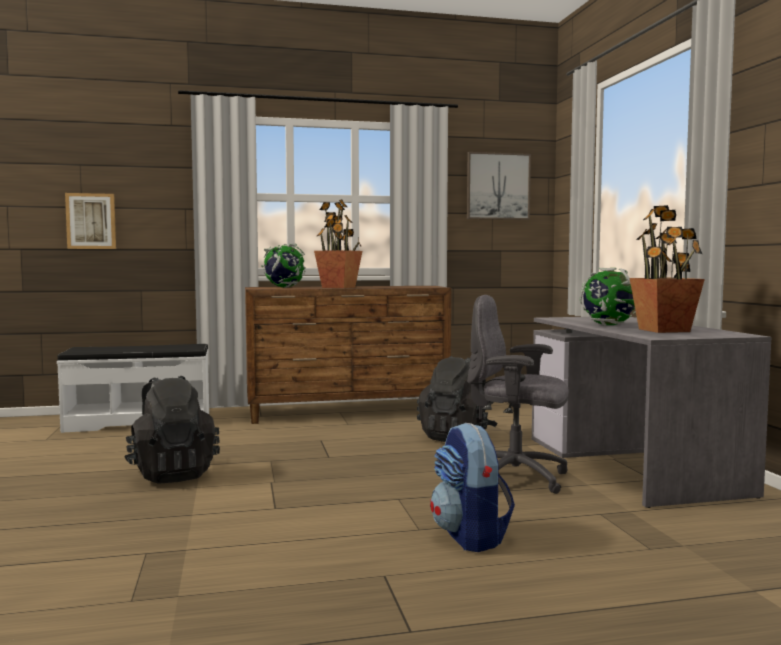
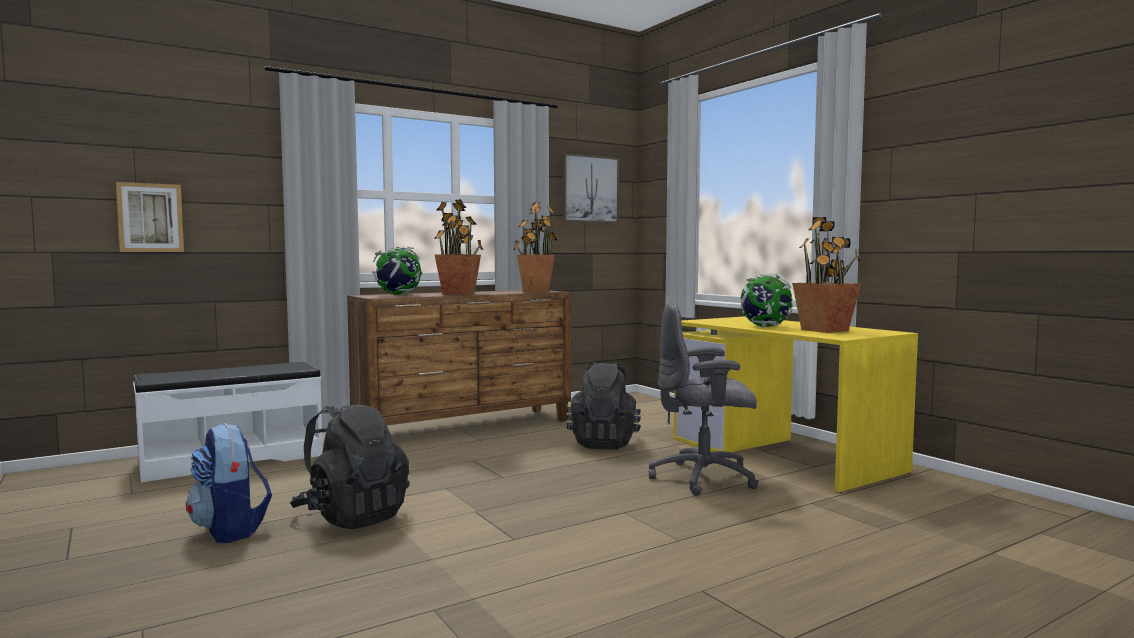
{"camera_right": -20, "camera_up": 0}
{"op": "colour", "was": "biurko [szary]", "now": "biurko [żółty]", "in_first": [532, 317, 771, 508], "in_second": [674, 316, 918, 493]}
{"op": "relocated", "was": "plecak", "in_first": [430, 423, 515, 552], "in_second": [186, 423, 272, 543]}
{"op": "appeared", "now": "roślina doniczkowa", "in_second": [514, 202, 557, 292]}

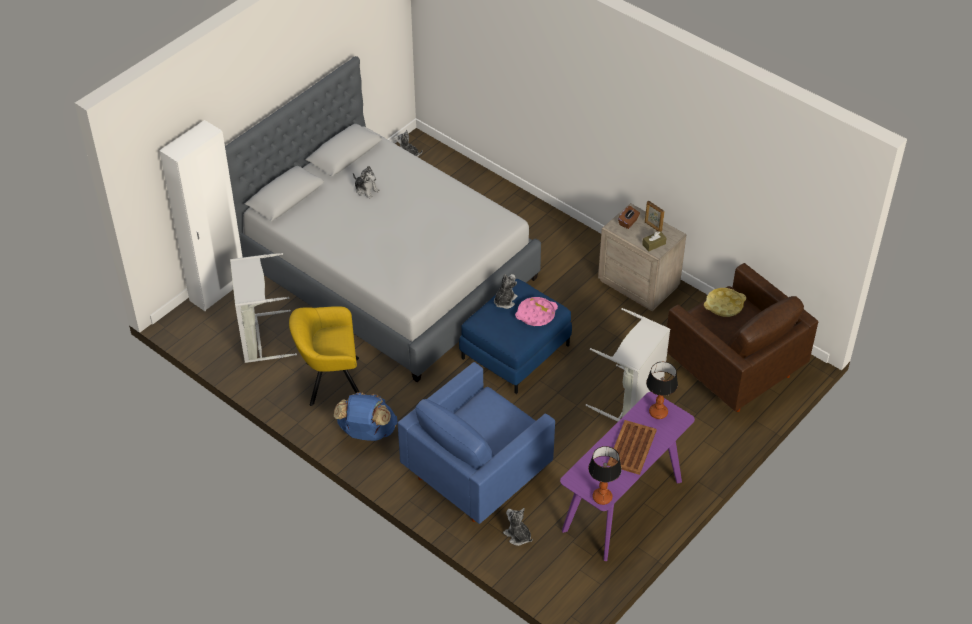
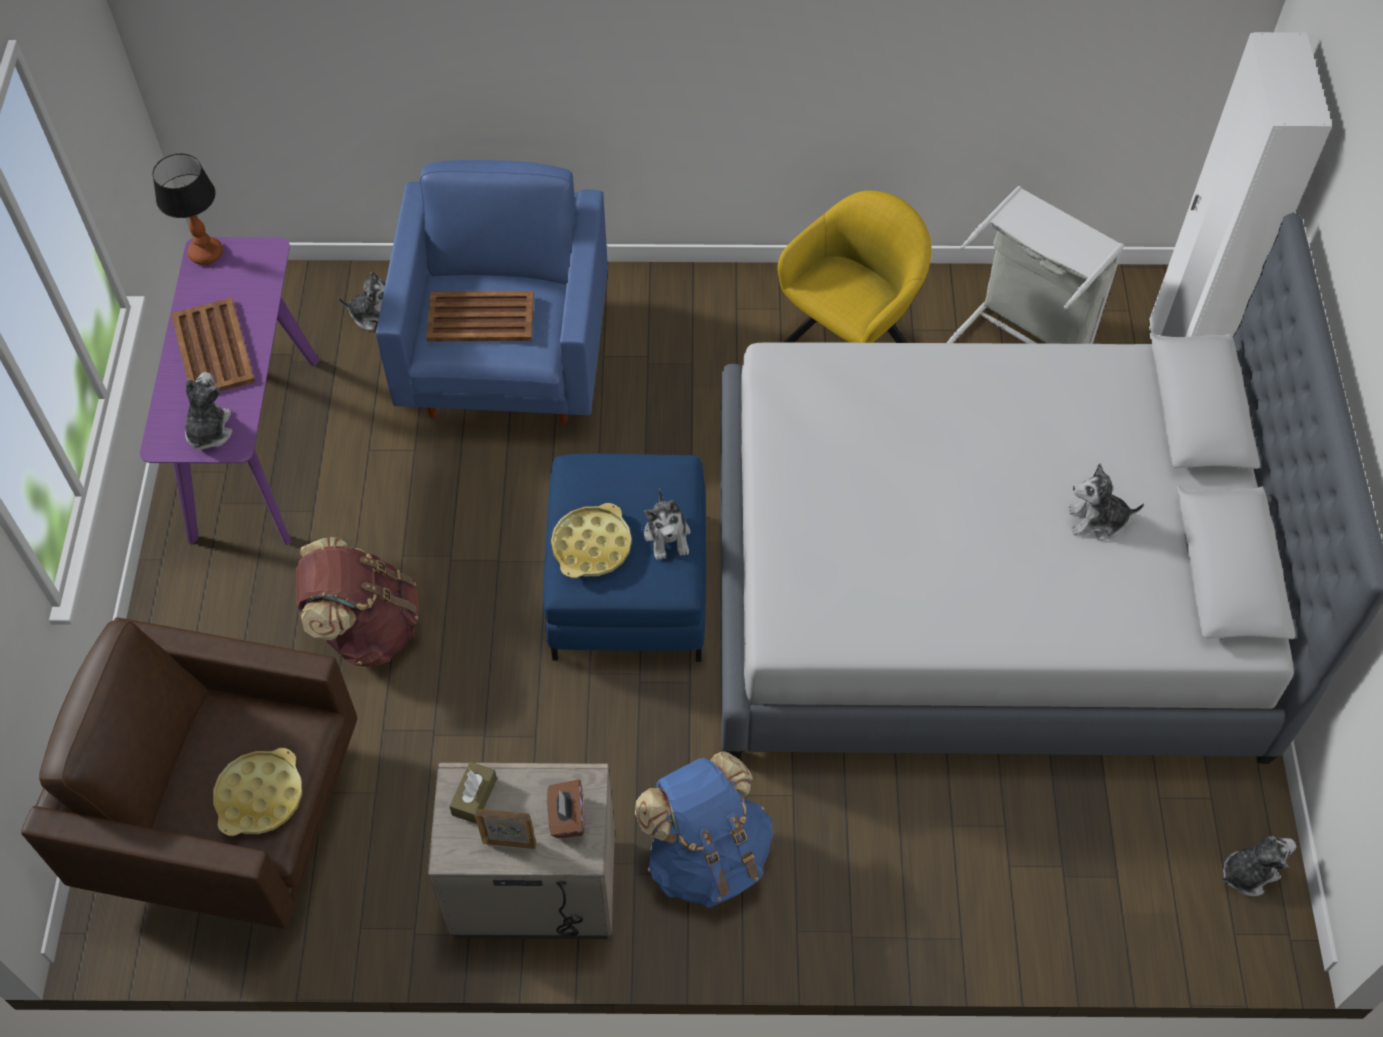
{"camera_right": 140, "camera_up": 10}
{"op": "colour", "was": "taca [różowy]", "now": "taca [żółty]", "in_first": [515, 297, 558, 326], "in_second": [551, 503, 632, 578]}
{"op": "exchanged", "was": "kosz na pranie [szary]", "now": "plecak [brązowy]", "in_first": [586, 308, 670, 422], "in_second": [296, 537, 418, 667]}
{"op": "exchanged", "was": "lampa stołowa", "now": "pluszak", "in_first": [646, 361, 678, 419], "in_second": [185, 372, 233, 451]}
{"op": "relocated", "was": "plecak [niebieski]", "in_first": [334, 392, 398, 441], "in_second": [635, 751, 773, 908]}
{"op": "appeared", "now": "taca [brązowy]", "in_second": [426, 291, 534, 342]}

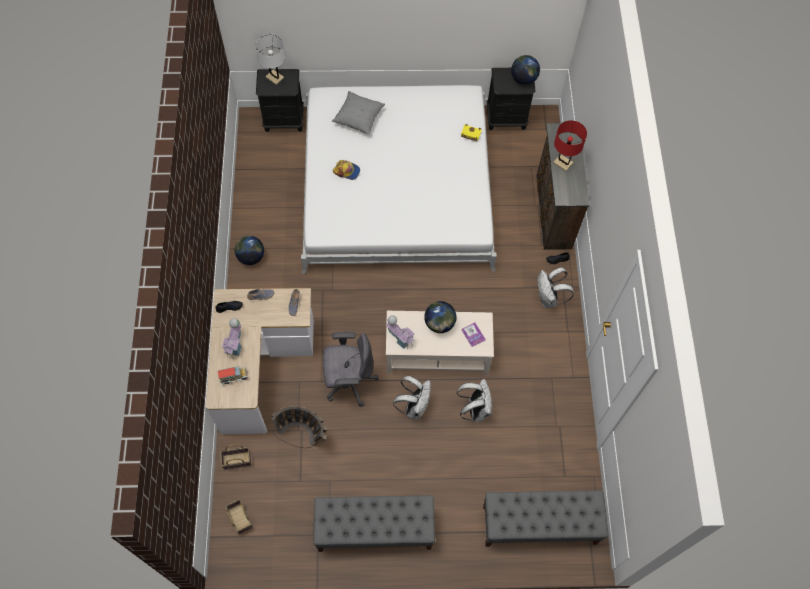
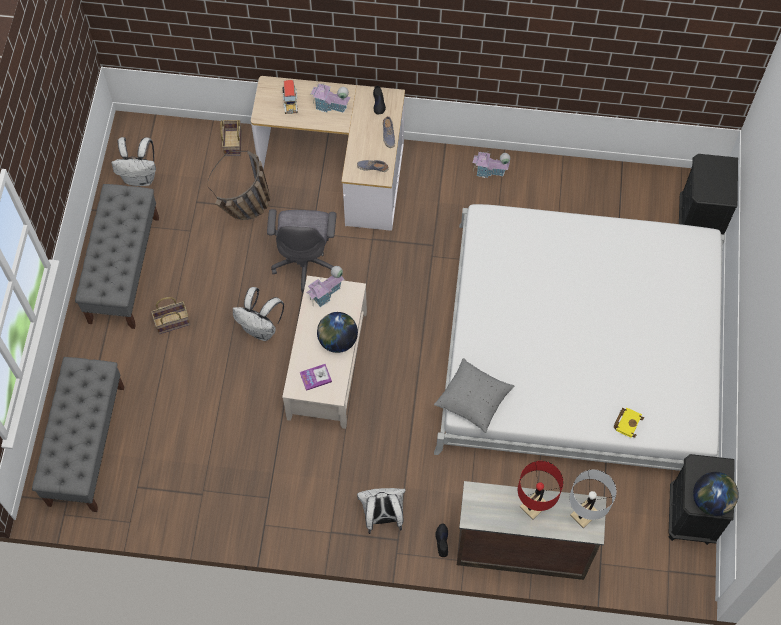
{"camera_right": 100, "camera_up": 0}
{"op": "relocated", "was": "lampa stołowa [biały]", "in_first": [256, 35, 285, 85], "in_second": [570, 469, 616, 528]}
{"op": "relocated", "was": "poduszka [szary]", "in_first": [332, 91, 385, 135], "in_second": [434, 358, 514, 433]}
{"op": "missing", "was": "czapka z daszkiem", "in_first": [333, 160, 360, 180]}
{"op": "exchanged", "was": "globus", "now": "domek", "in_first": [235, 236, 264, 265], "in_second": [472, 152, 510, 178]}
{"op": "relocated", "was": "plecak [biały]", "in_first": [457, 379, 492, 422], "in_second": [111, 137, 156, 186]}
{"op": "relocated", "was": "koszyk", "in_first": [225, 499, 253, 535], "in_second": [151, 297, 190, 334]}

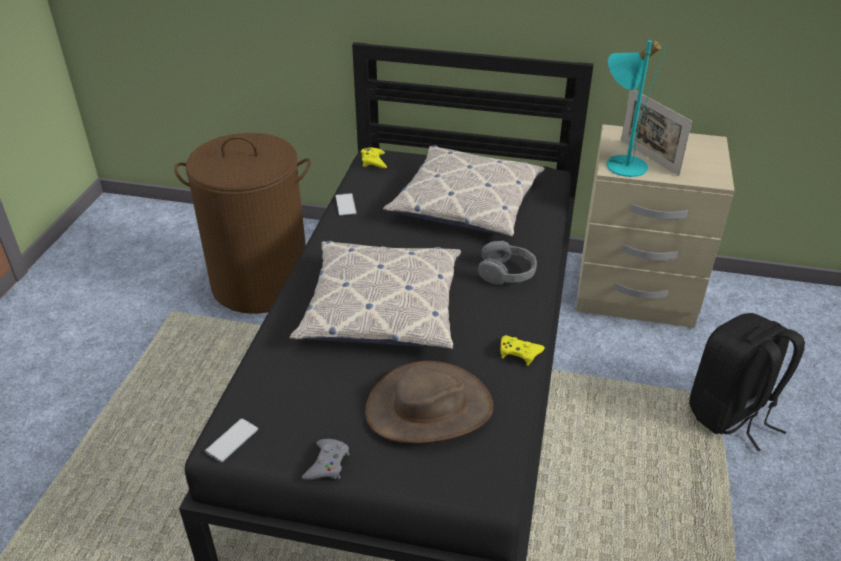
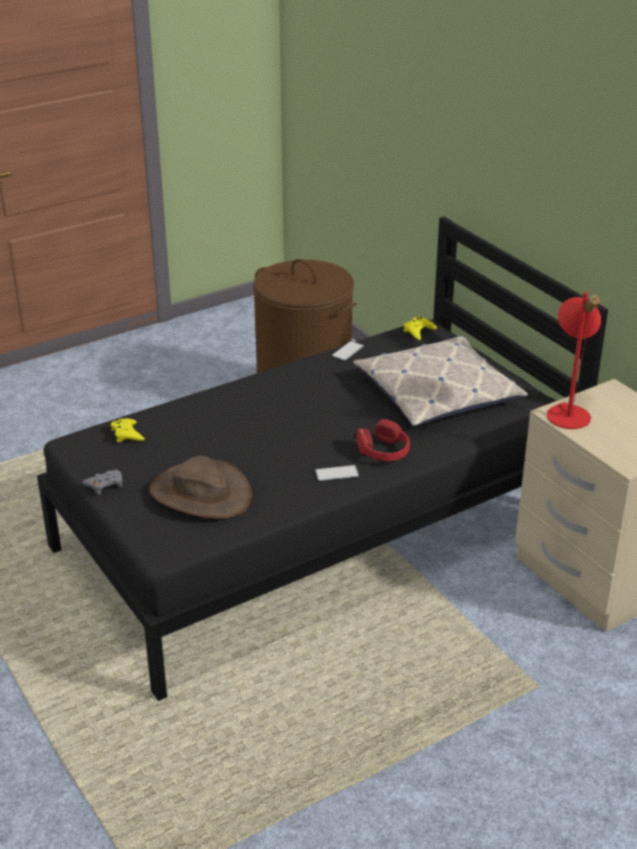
{"camera_right": 45, "camera_up": -5}
{"op": "colour", "was": "lampa stołowa [turkusowy]", "now": "lampa stołowa [czerwony]", "in_first": [607, 40, 665, 177], "in_second": [547, 292, 601, 429]}
{"op": "missing", "was": "ramka na zdjęcie", "in_first": [621, 90, 692, 176]}
{"op": "missing", "was": "poduszka", "in_first": [290, 241, 461, 350]}
{"op": "colour", "was": "słuchawki [szary]", "now": "słuchawki [czerwony]", "in_first": [478, 241, 537, 285], "in_second": [357, 419, 410, 461]}
{"op": "missing", "was": "plecak [czarny]", "in_first": [689, 313, 805, 451]}
{"op": "relocated", "was": "pad do gier [żółty]", "in_first": [500, 335, 545, 366], "in_second": [111, 419, 145, 442]}
{"op": "relocated", "was": "telefon", "in_first": [205, 418, 258, 462], "in_second": [315, 465, 359, 481]}

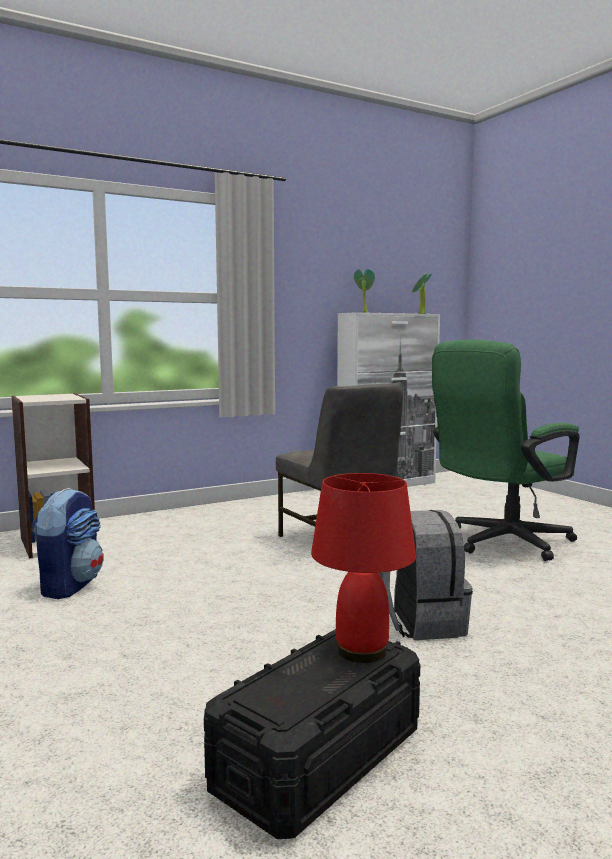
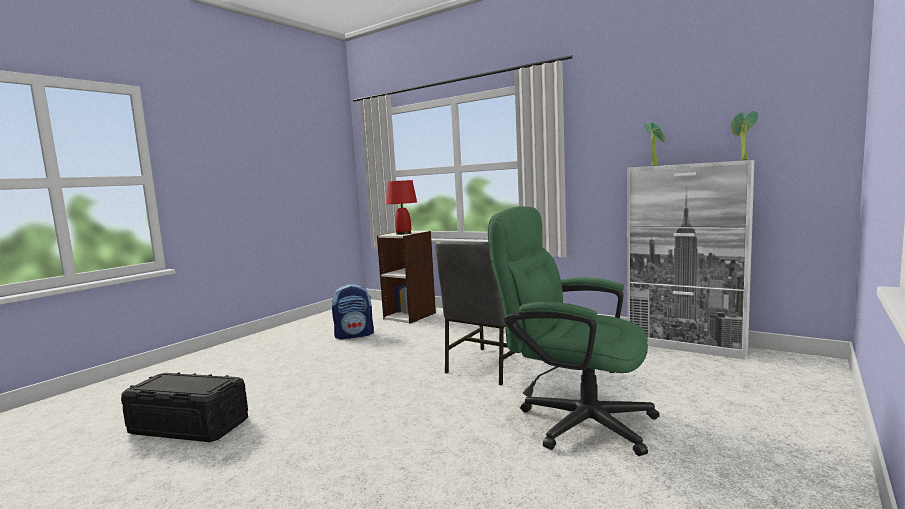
{"camera_right": 65, "camera_up": 0}
{"op": "relocated", "was": "lampa stołowa [czerwony]", "in_first": [311, 473, 416, 663], "in_second": [386, 180, 417, 235]}
{"op": "missing", "was": "plecak [szary]", "in_first": [378, 510, 473, 640]}

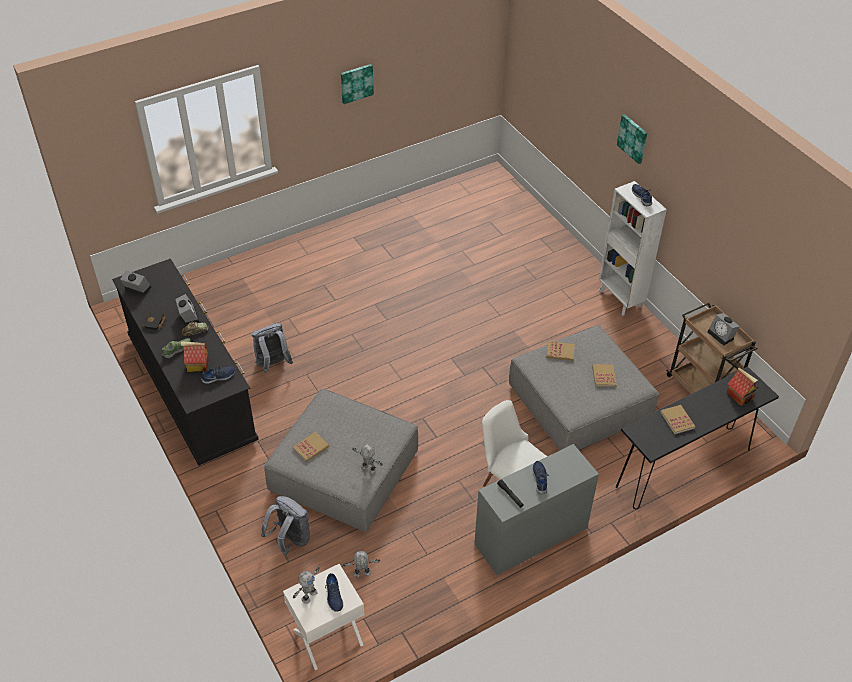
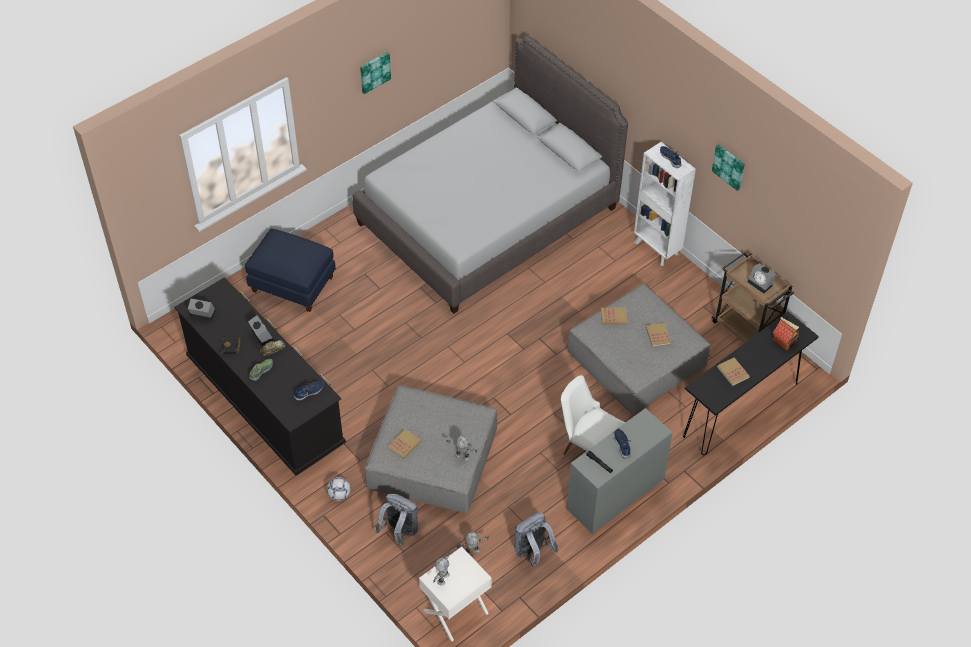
{"camera_right": -10, "camera_up": 5}
{"op": "relocated", "was": "obraz", "in_first": [617, 114, 647, 164], "in_second": [712, 144, 745, 191]}
{"op": "relocated", "was": "plecak [szary]", "in_first": [252, 323, 293, 373], "in_second": [514, 513, 558, 567]}
{"op": "missing", "was": "domek", "in_first": [181, 341, 209, 372]}
{"op": "missing", "was": "but [niebieski]", "in_first": [326, 573, 343, 612]}
{"op": "appeared", "now": "łóżko [szary]", "in_second": [352, 36, 628, 314]}
{"op": "appeared", "now": "pufa [niebieski]", "in_second": [245, 229, 336, 312]}
{"op": "appeared", "now": "piłka futbolowa", "in_second": [327, 477, 351, 501]}

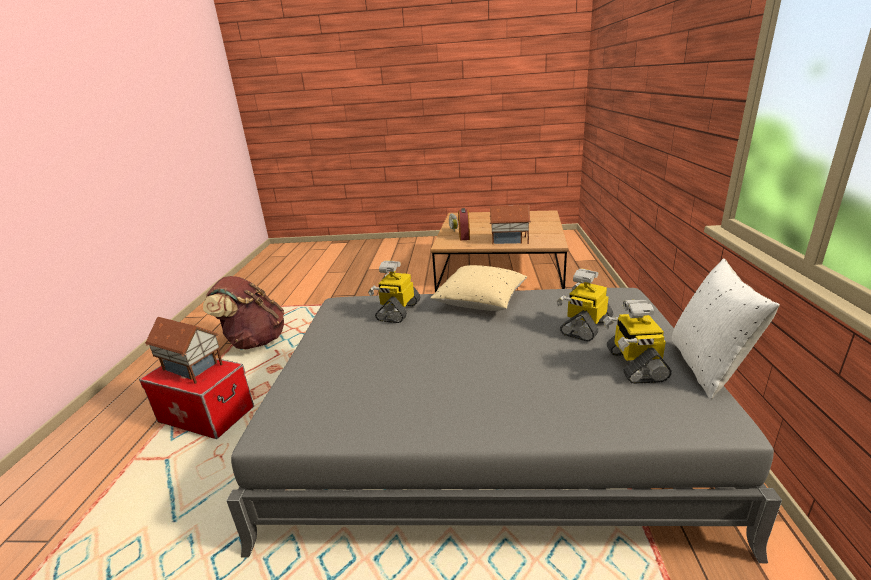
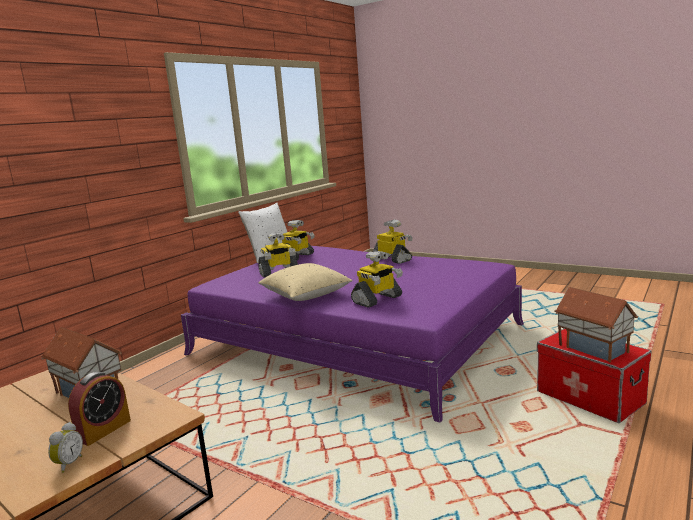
{"camera_right": -150, "camera_up": -10}
{"op": "missing", "was": "plecak [brązowy]", "in_first": [203, 276, 284, 349]}
{"op": "colour", "was": "łóżko [szary]", "now": "łóżko [fioletowy]", "in_first": [226, 288, 782, 563], "in_second": [181, 246, 524, 423]}
{"op": "appeared", "now": "robot zabawkowy", "in_second": [373, 219, 413, 264]}

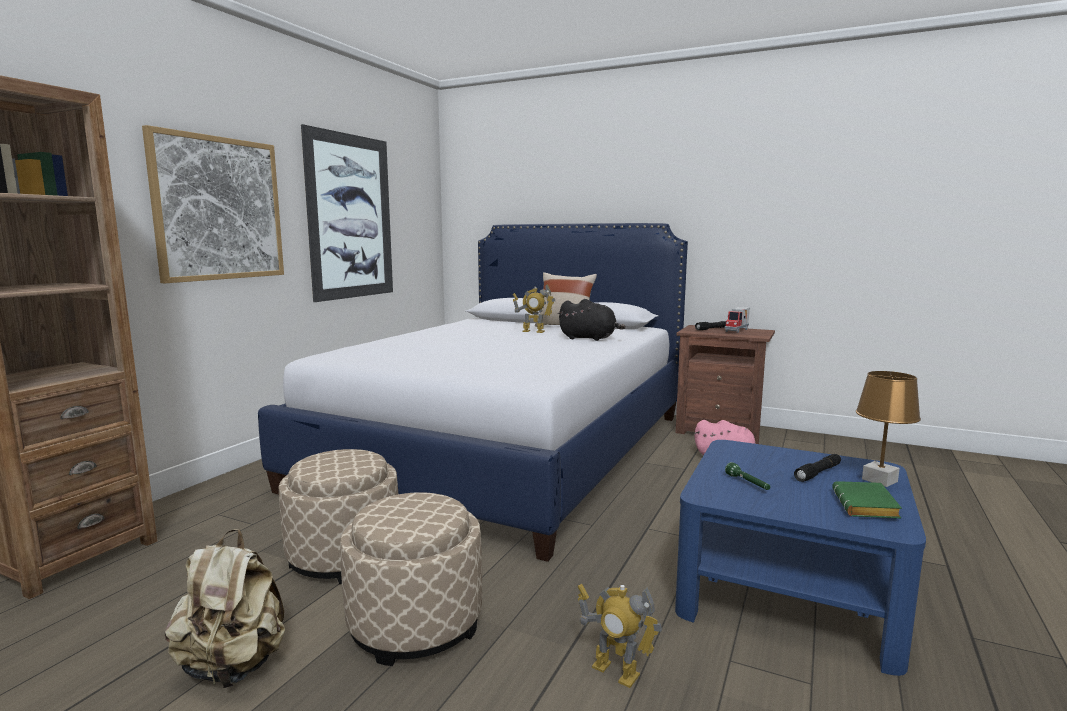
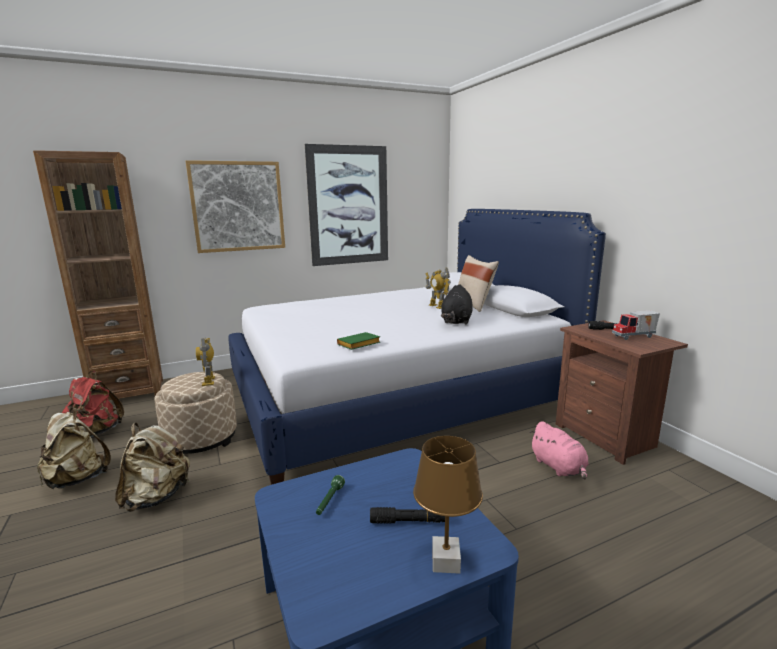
{"camera_right": 40, "camera_up": 5}
{"op": "spun", "was": "pluszak [czarny]", "in_first": [558, 299, 626, 341], "in_second": [441, 284, 473, 325], "clockwise": 45}
{"op": "relocated", "was": "książka [zielony]", "in_first": [832, 481, 902, 518], "in_second": [337, 332, 380, 350]}
{"op": "exchanged", "was": "pufa [beżowy]", "now": "plecak [beżowy]", "in_first": [340, 492, 482, 666], "in_second": [115, 423, 190, 512]}
{"op": "relocated", "was": "robot zabawkowy", "in_first": [578, 584, 662, 688], "in_second": [196, 338, 215, 386]}
{"op": "appeared", "now": "plecak [czerwony]", "in_second": [62, 371, 124, 437]}

